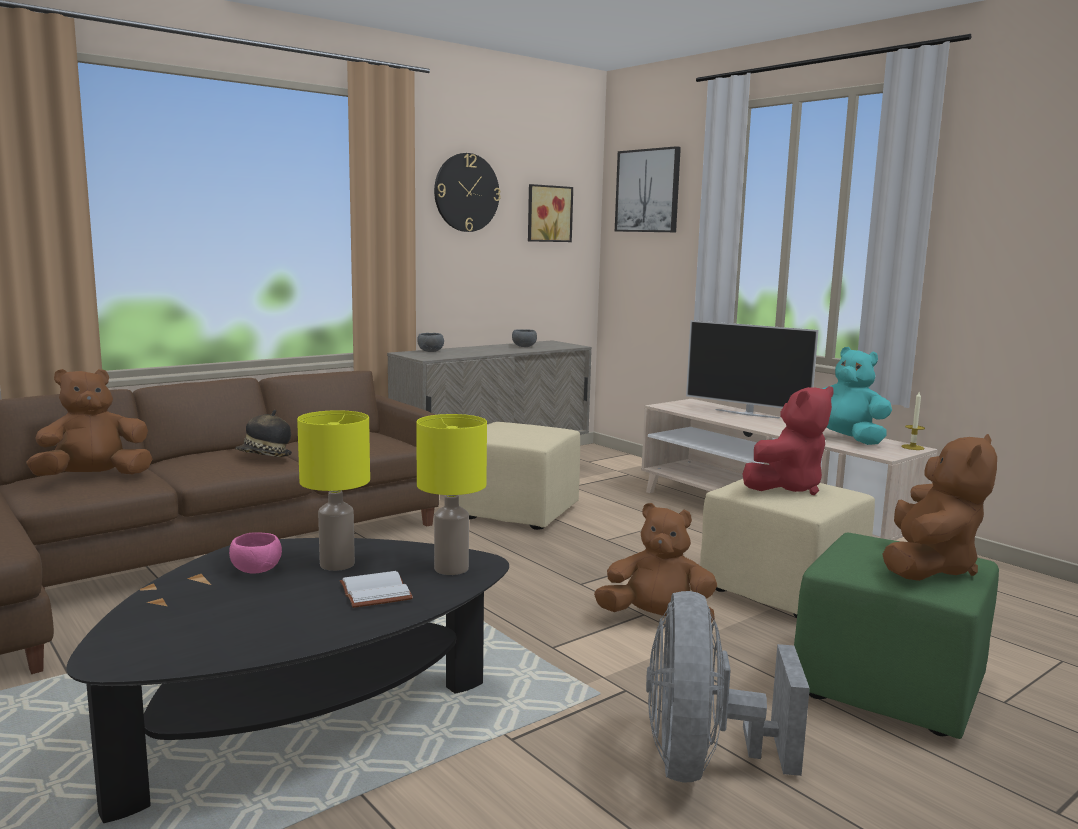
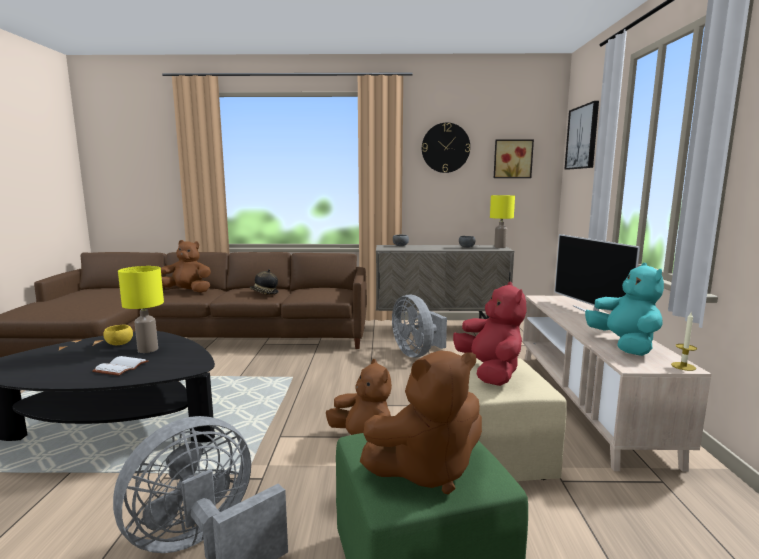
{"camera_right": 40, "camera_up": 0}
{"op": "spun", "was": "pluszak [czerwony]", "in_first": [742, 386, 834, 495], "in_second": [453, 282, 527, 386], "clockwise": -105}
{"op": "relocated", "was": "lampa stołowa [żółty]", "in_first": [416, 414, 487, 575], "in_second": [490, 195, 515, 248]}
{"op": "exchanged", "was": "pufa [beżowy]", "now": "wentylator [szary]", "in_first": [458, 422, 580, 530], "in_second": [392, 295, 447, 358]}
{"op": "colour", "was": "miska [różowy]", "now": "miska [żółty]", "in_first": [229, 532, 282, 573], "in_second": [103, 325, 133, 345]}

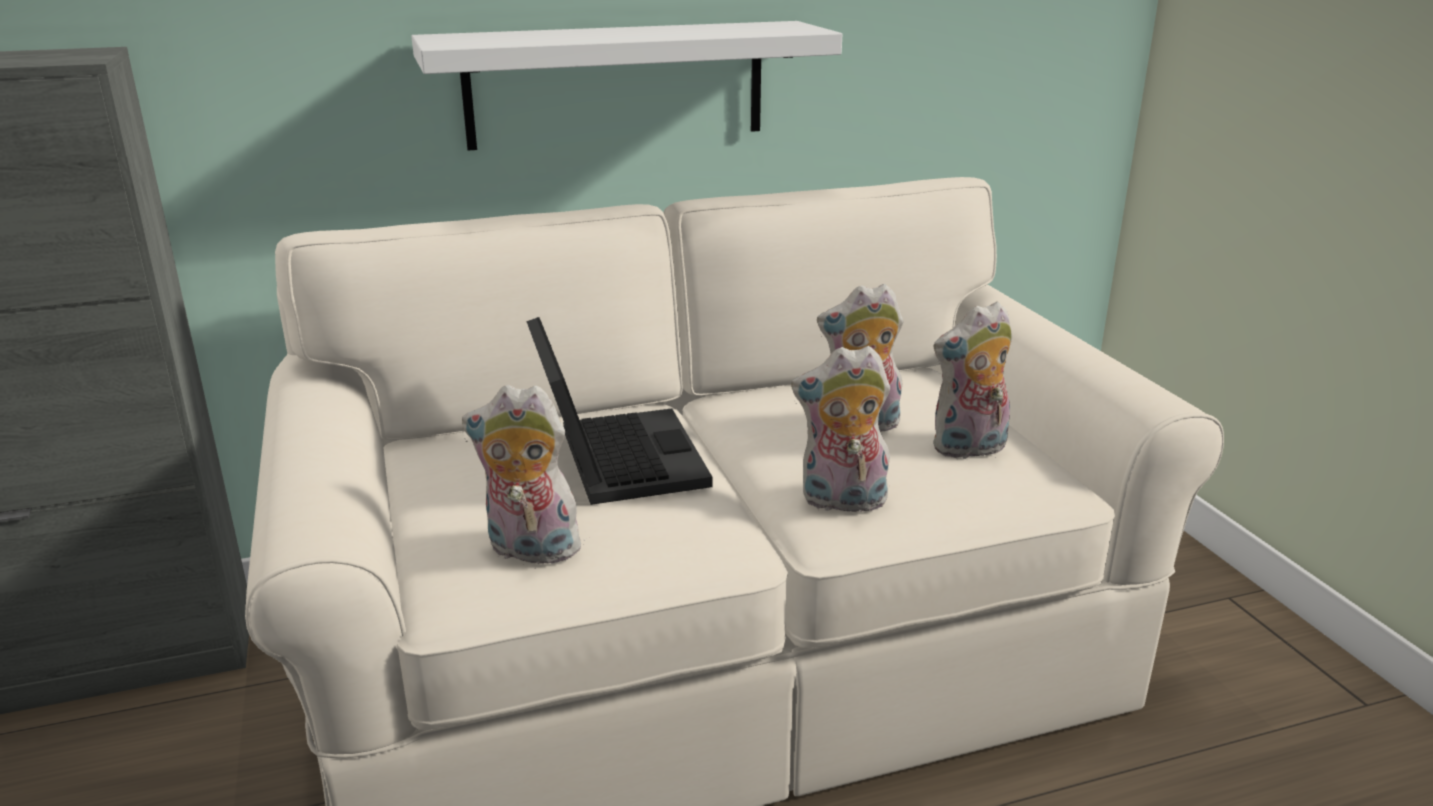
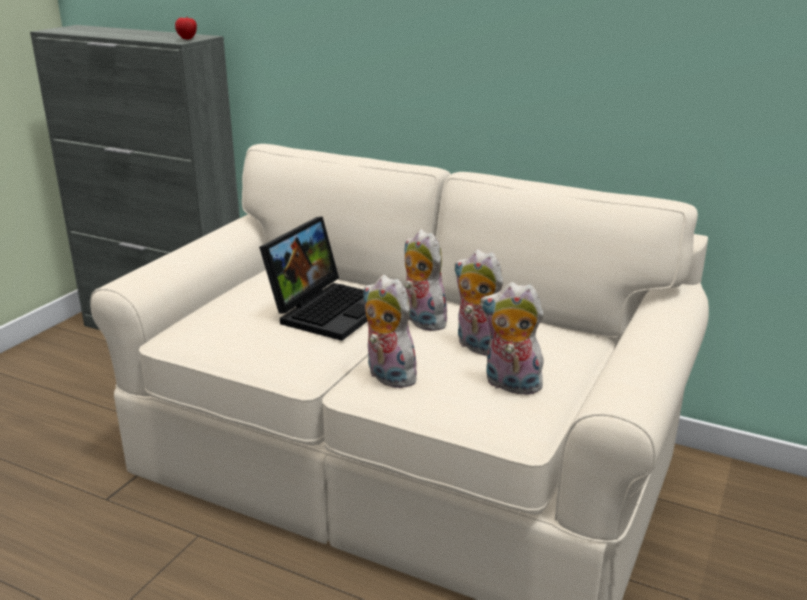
{"camera_right": 45, "camera_up": 0}
{"op": "missing", "was": "półka [biały]", "in_first": [411, 21, 842, 151]}
{"op": "relocated", "was": "pluszak", "in_first": [462, 385, 590, 564], "in_second": [404, 229, 447, 331]}
{"op": "appeared", "now": "jabłko", "in_second": [175, 17, 197, 40]}

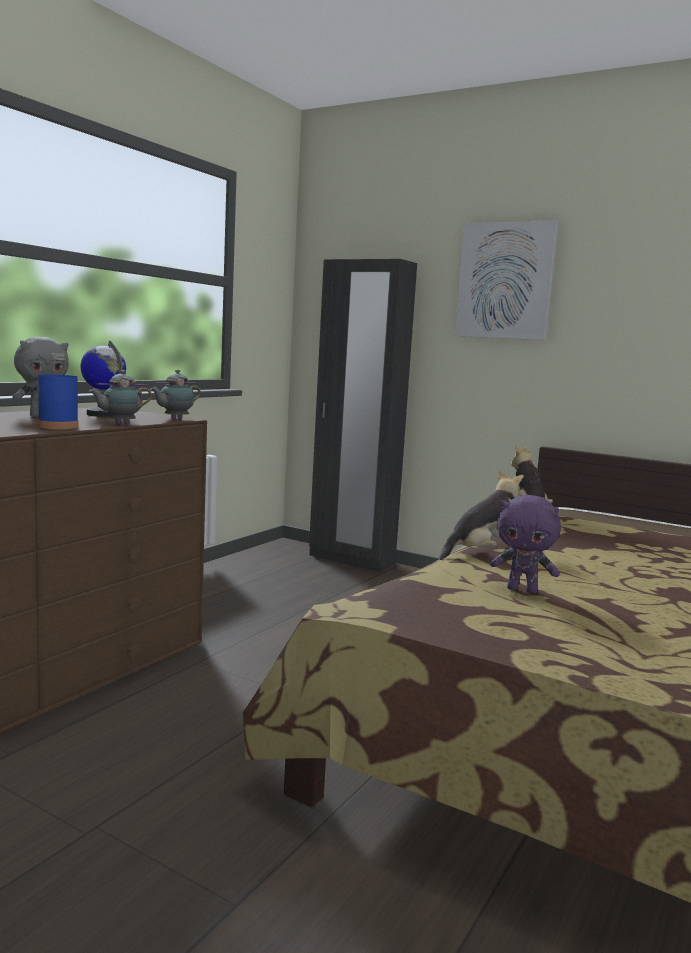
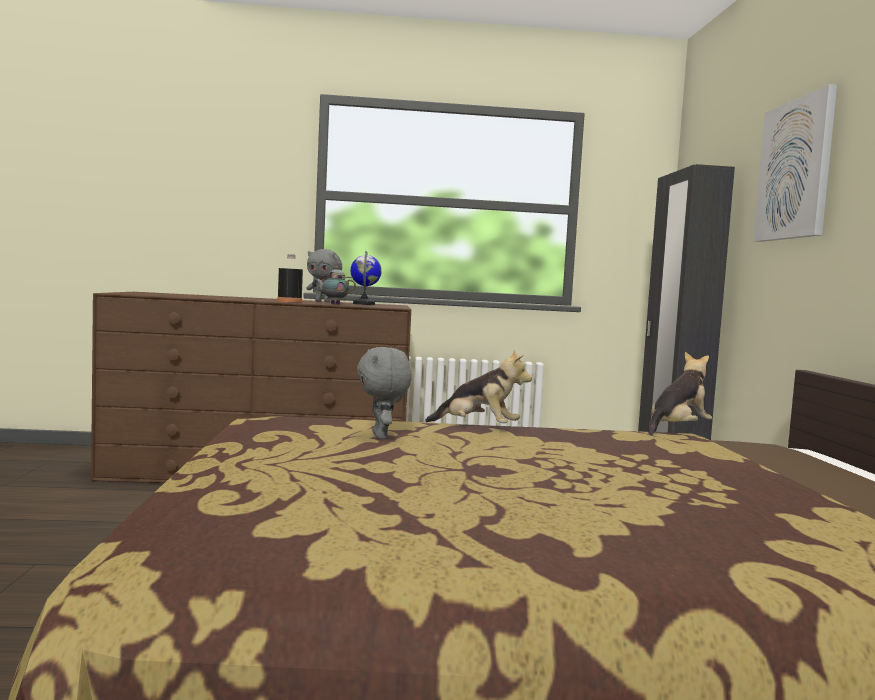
{"camera_right": 55, "camera_up": -5}
{"op": "colour", "was": "butelka [niebieski]", "now": "butelka [czarny]", "in_first": [38, 353, 79, 429], "in_second": [277, 254, 303, 303]}
{"op": "missing", "was": "imbryk", "in_first": [150, 369, 201, 419]}
{"op": "colour", "was": "pluszak [fioletowy]", "now": "pluszak [szary]", "in_first": [490, 495, 561, 594], "in_second": [357, 347, 412, 439]}

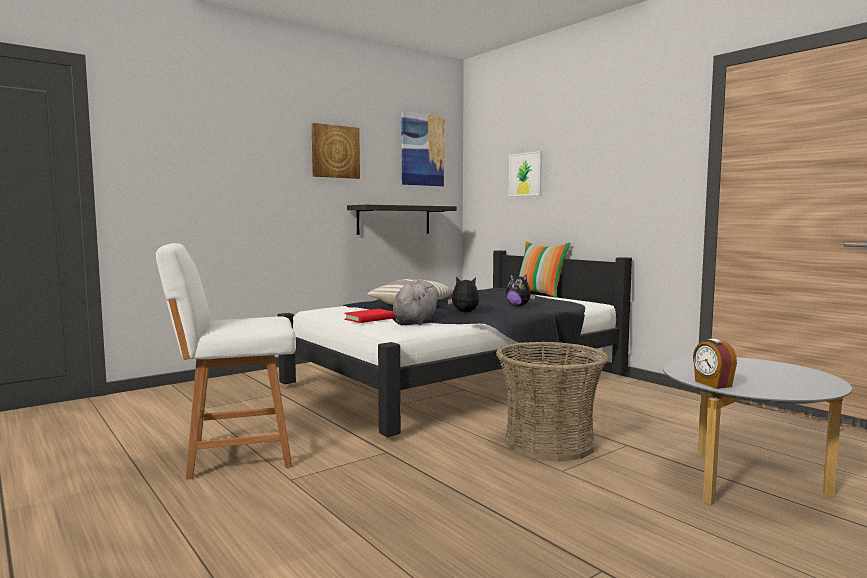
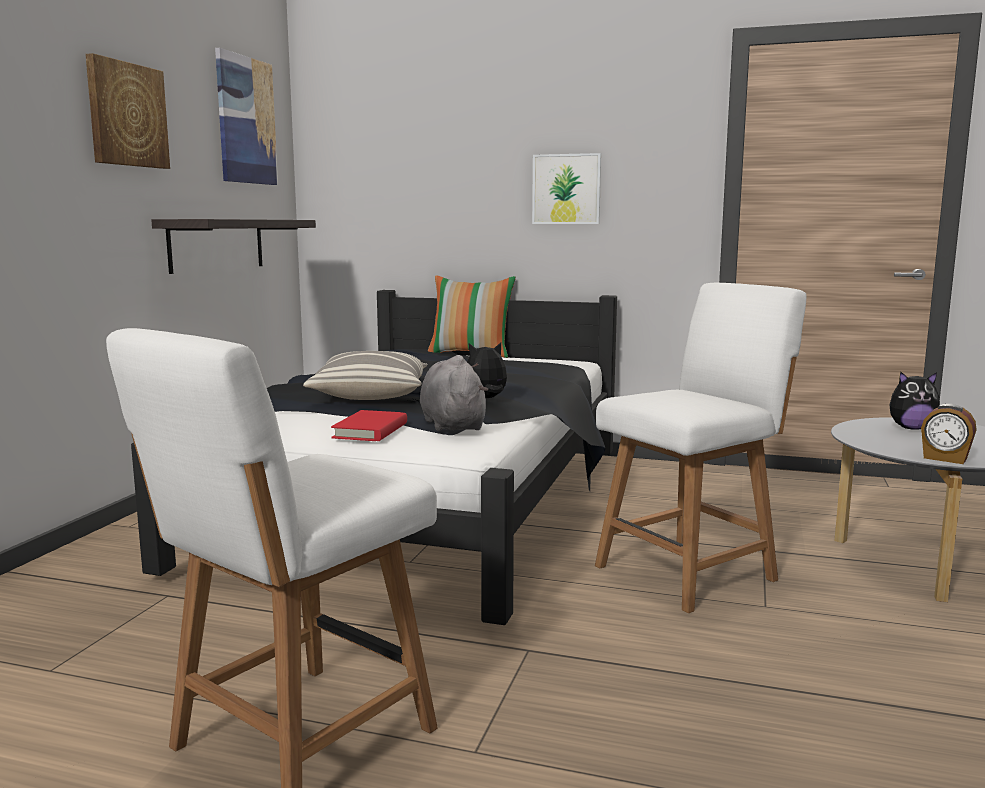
{"camera_right": -35, "camera_up": 5}
{"op": "relocated", "was": "obraz", "in_first": [509, 151, 542, 197], "in_second": [532, 153, 601, 224]}
{"op": "relocated", "was": "pluszak", "in_first": [506, 274, 535, 306], "in_second": [889, 372, 940, 430]}
{"op": "exchanged", "was": "koszyk", "now": "krzesło [biały]", "in_first": [496, 342, 609, 461], "in_second": [595, 283, 806, 613]}

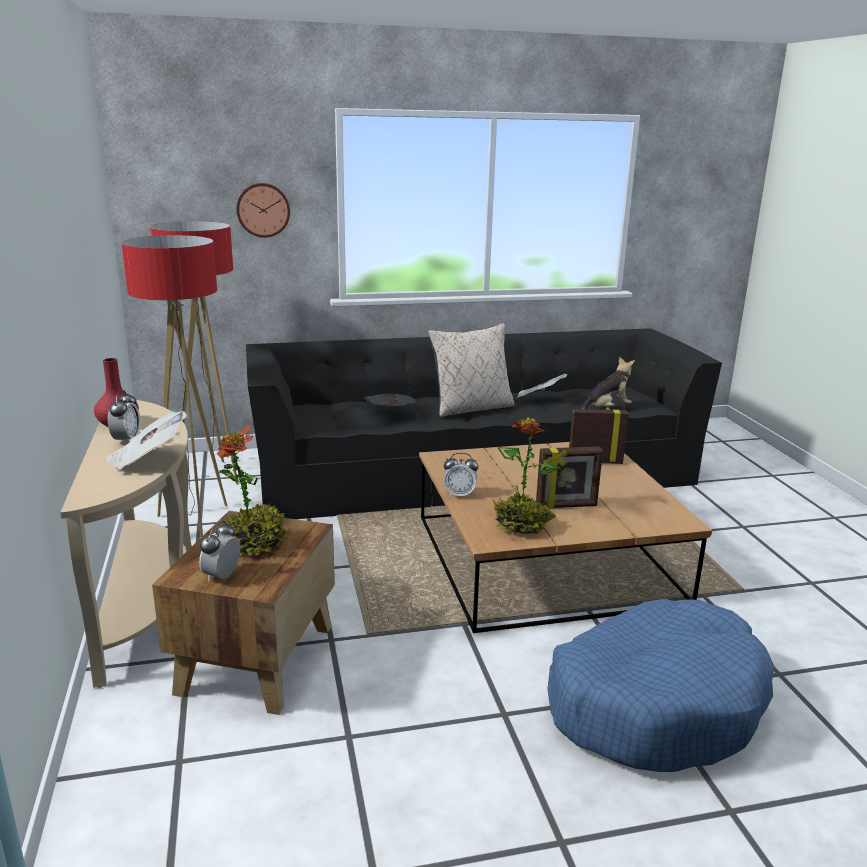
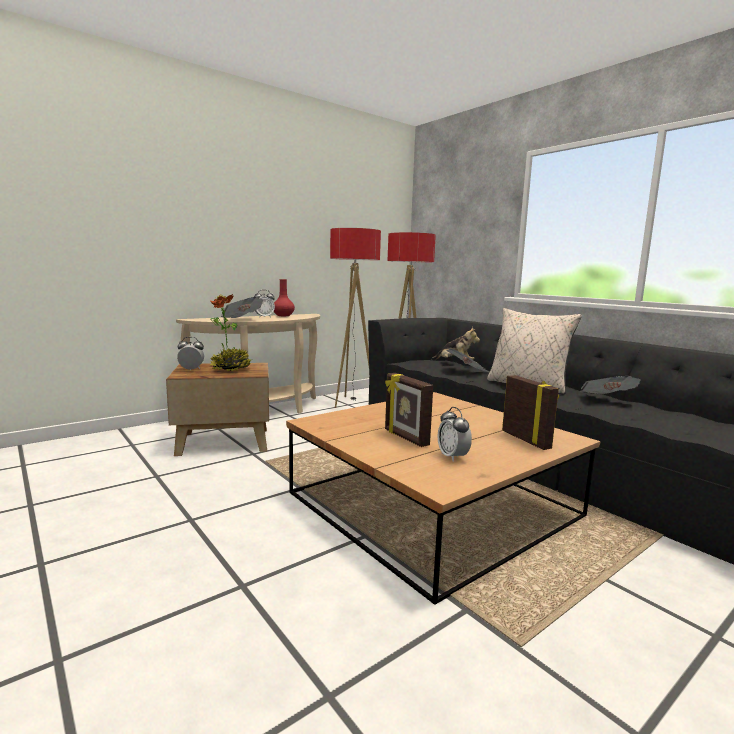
{"camera_right": 65, "camera_up": -10}
{"op": "missing", "was": "zegar ścienny", "in_first": [237, 183, 290, 238]}
{"op": "relocated", "was": "pluszak", "in_first": [581, 357, 635, 409], "in_second": [431, 327, 480, 360]}
{"op": "missing", "was": "roślina doniczkowa", "in_first": [493, 418, 561, 534]}
{"op": "relocated", "was": "budzik", "in_first": [444, 453, 478, 498], "in_second": [437, 407, 472, 462]}
{"op": "missing", "was": "legowisko [niebieski]", "in_first": [547, 599, 774, 772]}

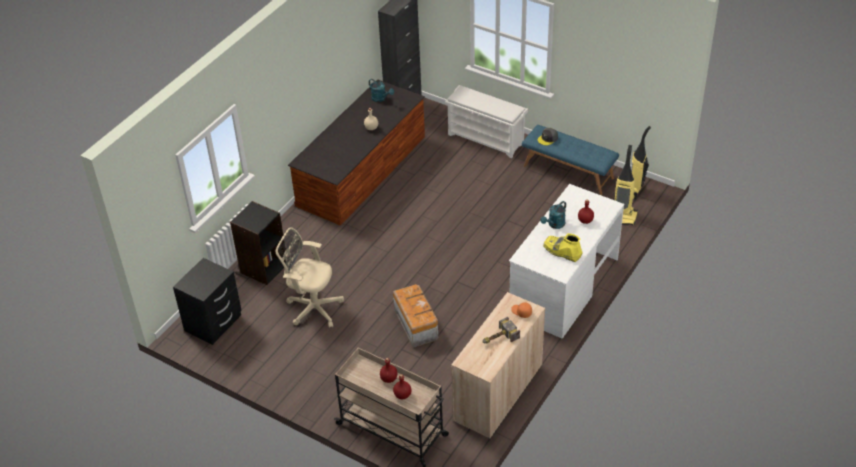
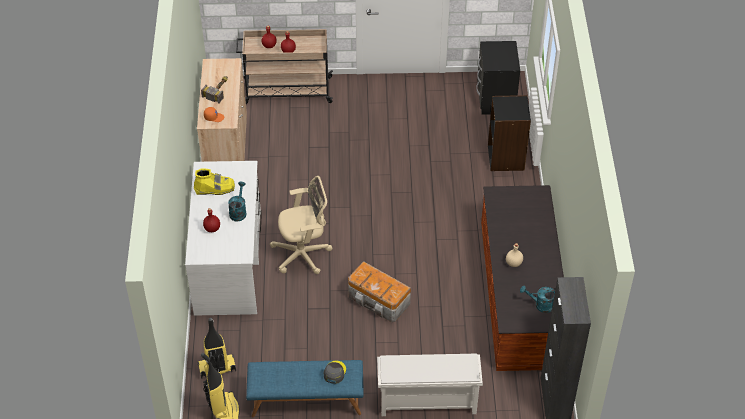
{"camera_right": 145, "camera_up": 5}
{"op": "relocated", "was": "krzesło biurowe [beżowy]", "in_first": [276, 227, 344, 328], "in_second": [270, 176, 332, 274]}
{"op": "relocated", "was": "pojemnik do przechowywania", "in_first": [393, 284, 438, 348], "in_second": [348, 261, 411, 322]}

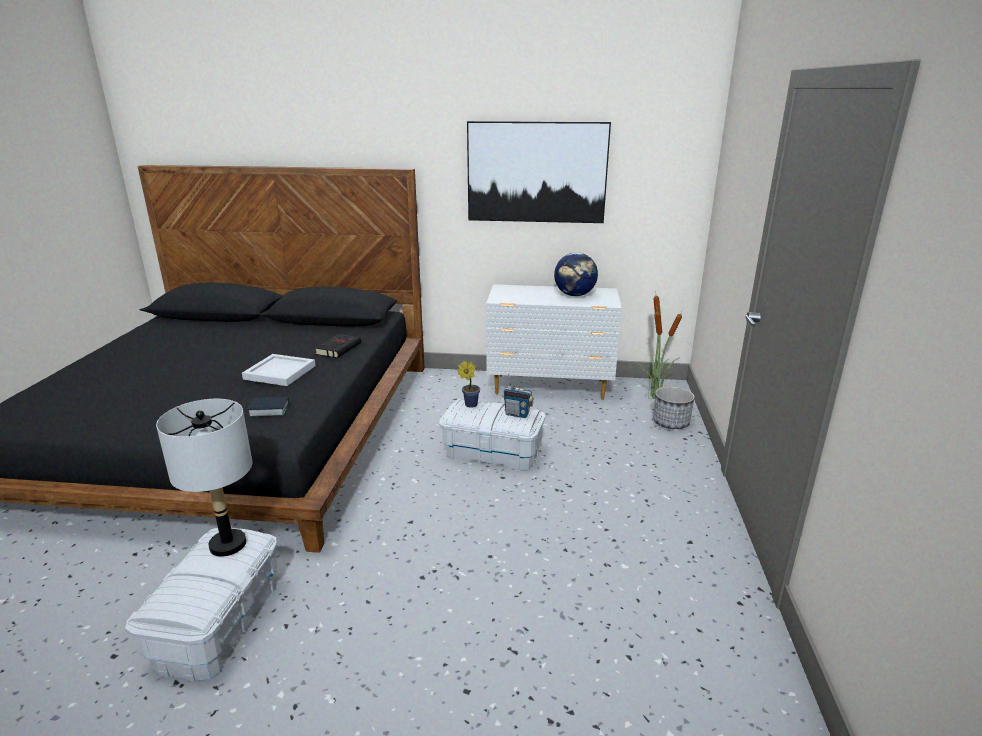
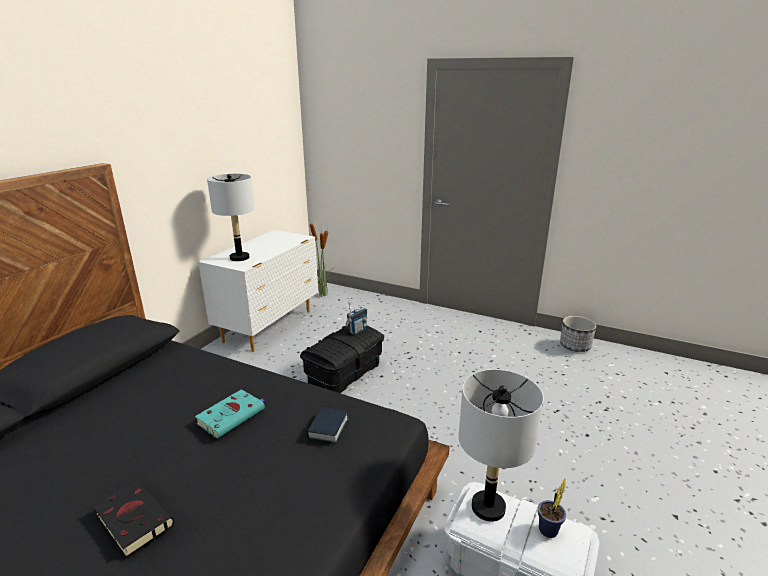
{"camera_right": -70, "camera_up": 0}
{"op": "missing", "was": "obraz", "in_first": [467, 121, 611, 223]}
{"op": "missing", "was": "globus", "in_first": [554, 253, 598, 296]}
{"op": "relocated", "was": "książka [czarny]", "in_first": [315, 334, 361, 358], "in_second": [93, 480, 174, 557]}
{"op": "exchanged", "was": "taca [biały]", "now": "książka [turkusowy]", "in_first": [242, 354, 316, 386], "in_second": [195, 389, 265, 439]}
{"op": "relocated", "was": "roślina doniczkowa", "in_first": [457, 361, 480, 408], "in_second": [538, 478, 566, 538]}
{"op": "relocated", "was": "donica", "in_first": [653, 386, 695, 429], "in_second": [560, 316, 596, 352]}
{"op": "colour", "was": "pojemnik do przechowywania [biały]", "now": "pojemnik do przechowywania [czarny]", "in_first": [439, 399, 546, 470], "in_second": [300, 325, 384, 393]}
{"op": "appeared", "now": "lampa stołowa [szary]", "in_second": [207, 174, 255, 261]}

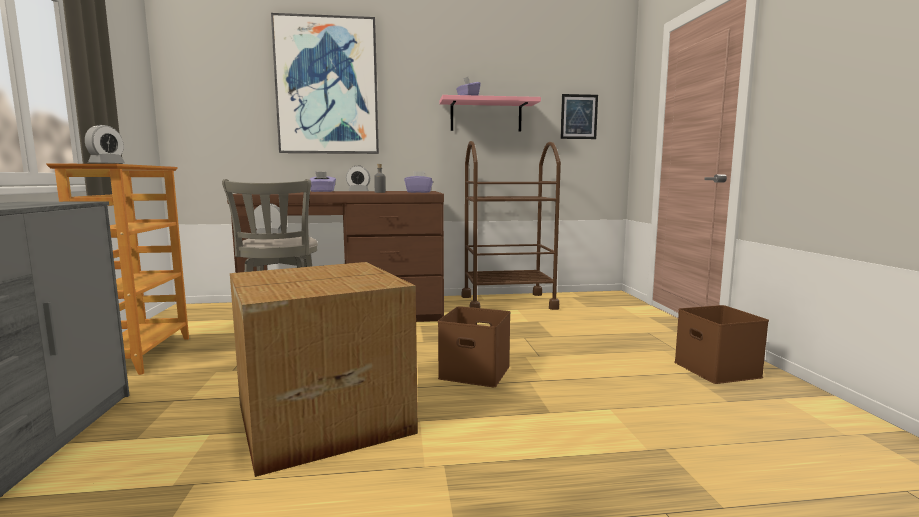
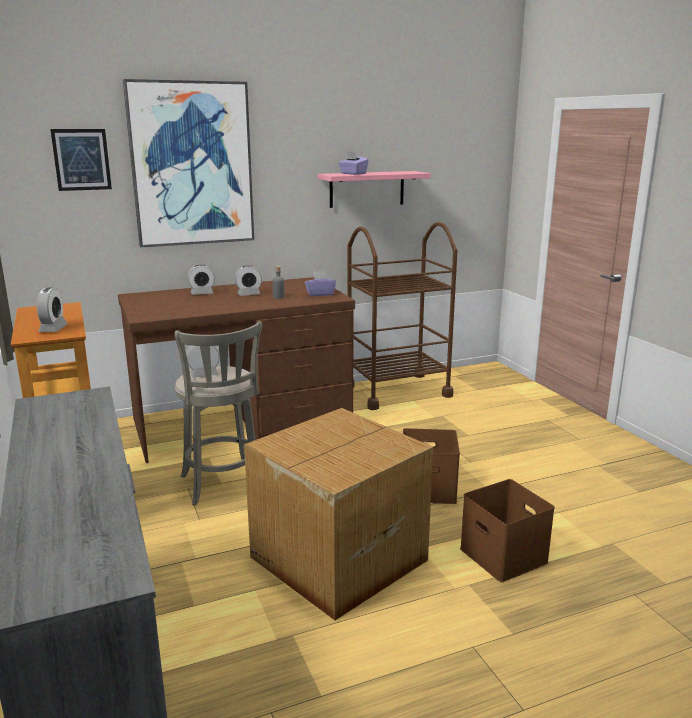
{"camera_right": -15, "camera_up": 10}
{"op": "relocated", "was": "obraz", "in_first": [561, 94, 598, 139], "in_second": [50, 129, 112, 191]}
{"op": "exchanged", "was": "pudełko chusteczek [fioletowy]", "now": "budzik", "in_first": [310, 172, 336, 192], "in_second": [187, 265, 215, 295]}
{"op": "relocated", "was": "pojemnik do przechowywania [brązowy]", "in_first": [674, 305, 769, 384], "in_second": [460, 479, 555, 582]}

